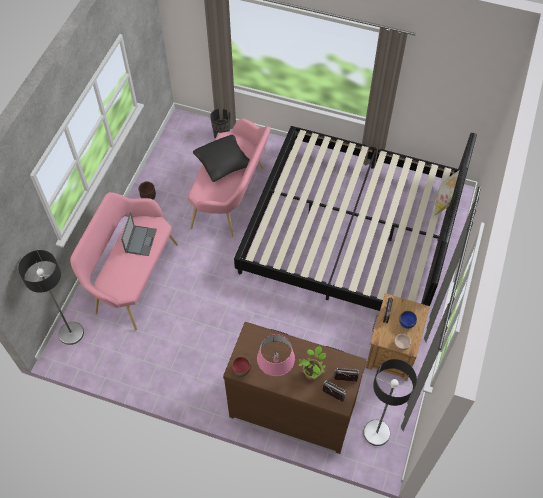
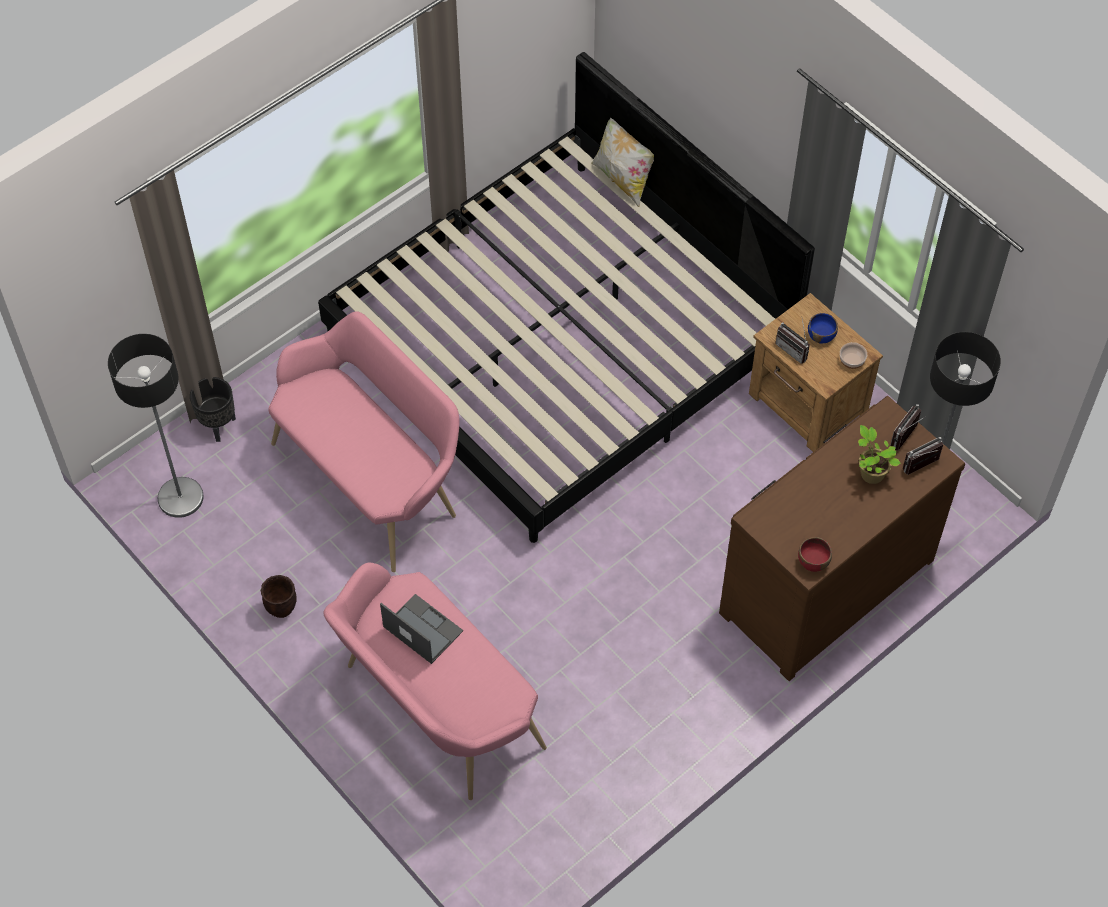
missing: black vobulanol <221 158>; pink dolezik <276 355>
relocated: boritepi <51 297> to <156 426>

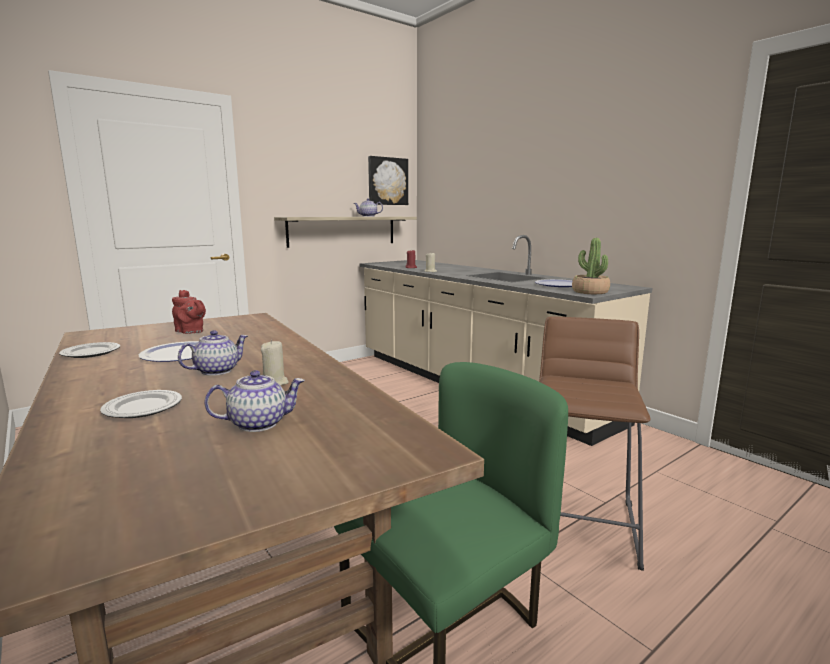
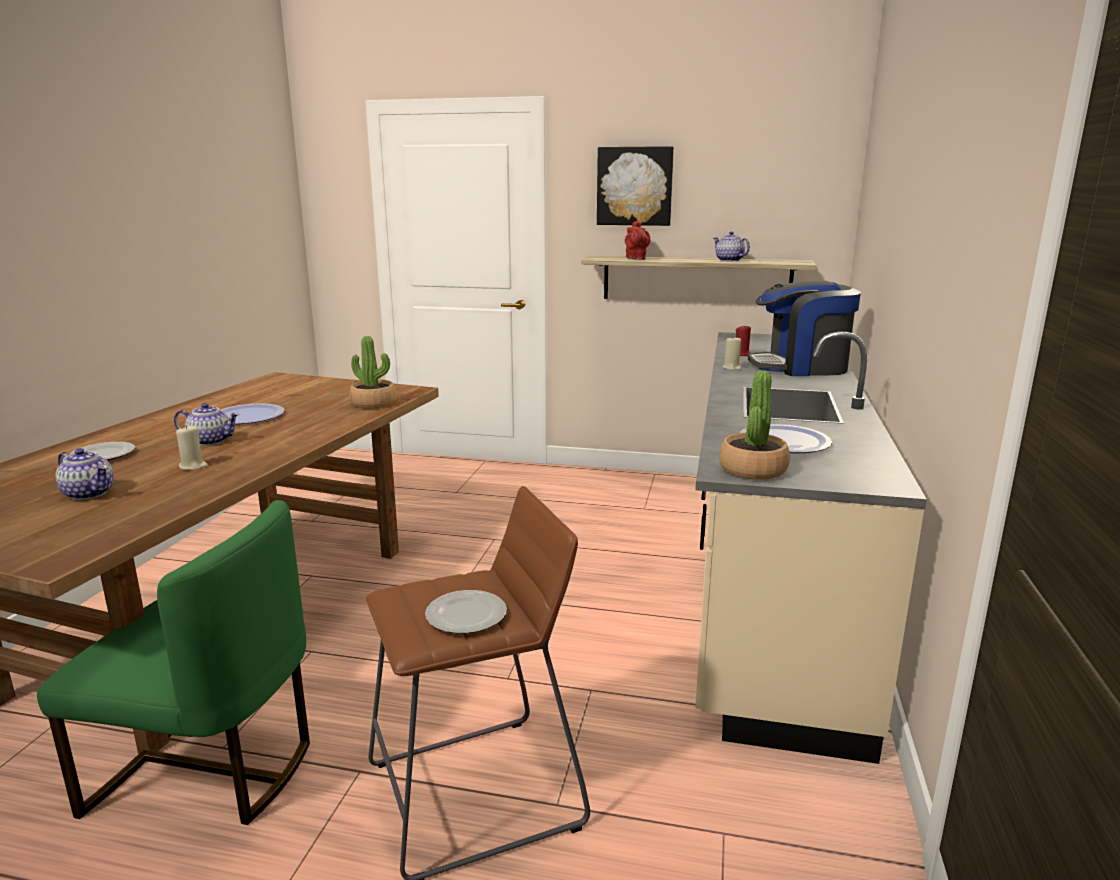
appeared: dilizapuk <373 372>; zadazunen <804 328>
relocated: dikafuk <89 350> to <466 612>; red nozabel <189 312> to <637 240>; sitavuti <388 180> to <635 186>

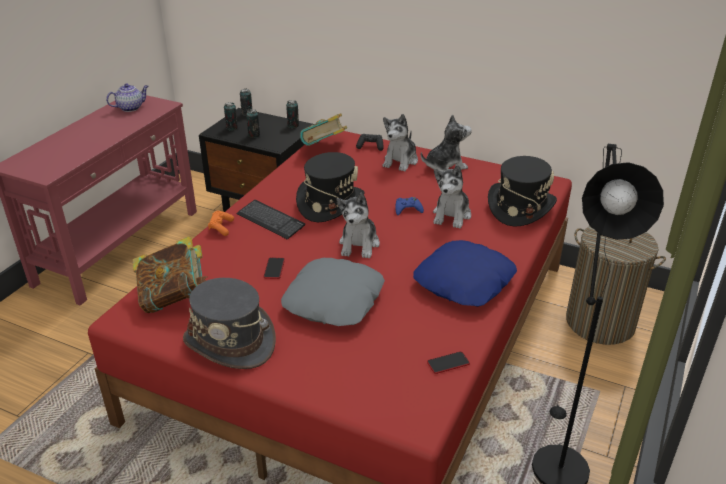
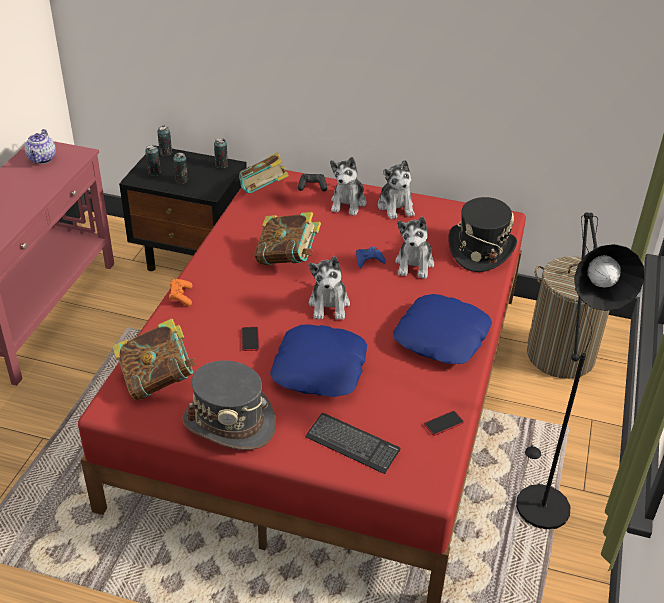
relocated: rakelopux <270 220> to <352 443>
exchanged: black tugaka <330 187> to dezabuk <287 238>
colour: grey vobulanol <333 292> to blue vobulanol <318 360>
spun: nozabel <127 98> = <40 146> 135 degrees clockwise; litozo <446 142> = <396 189> 105 degrees clockwise

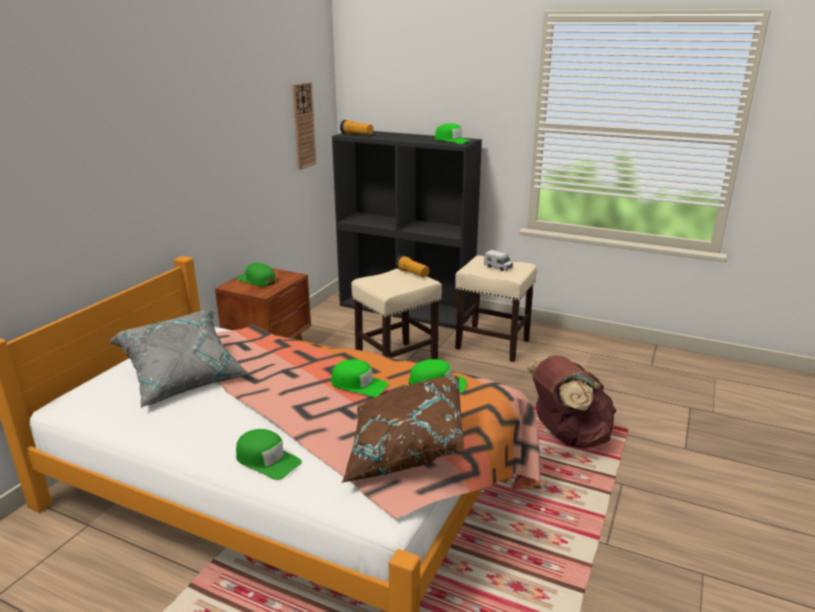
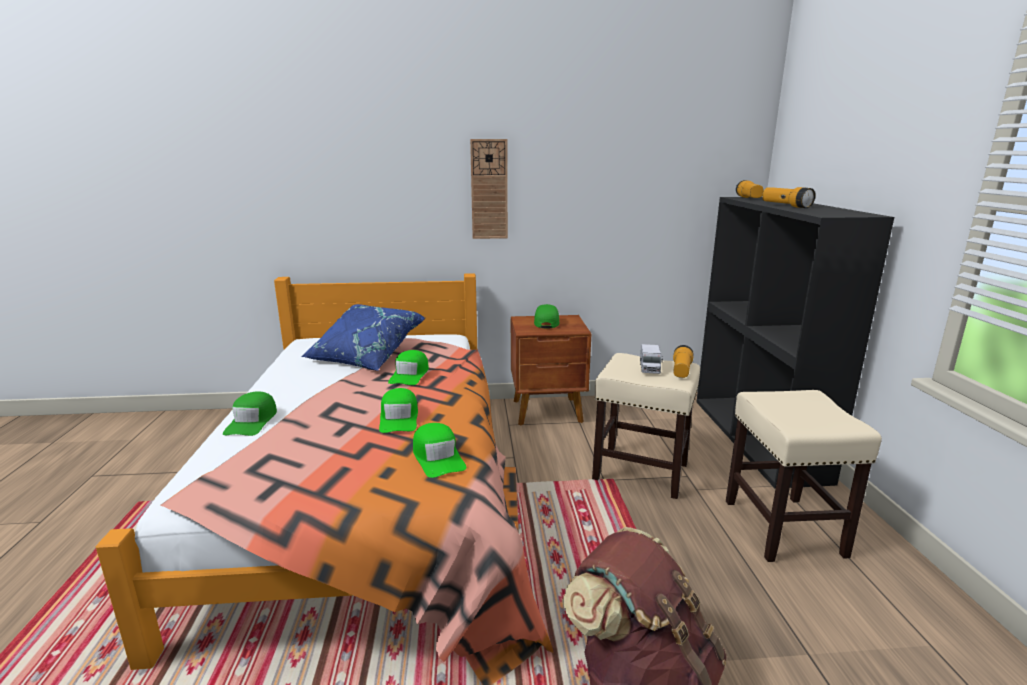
missing: brown vobulanol <402 429>
appeared: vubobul <788 197>
relocated: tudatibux <304 126> to <489 189>; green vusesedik <453 133> to <408 367>; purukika <498 260> to <651 359>
colour: grey vobulanol <179 359> to blue vobulanol <363 337>

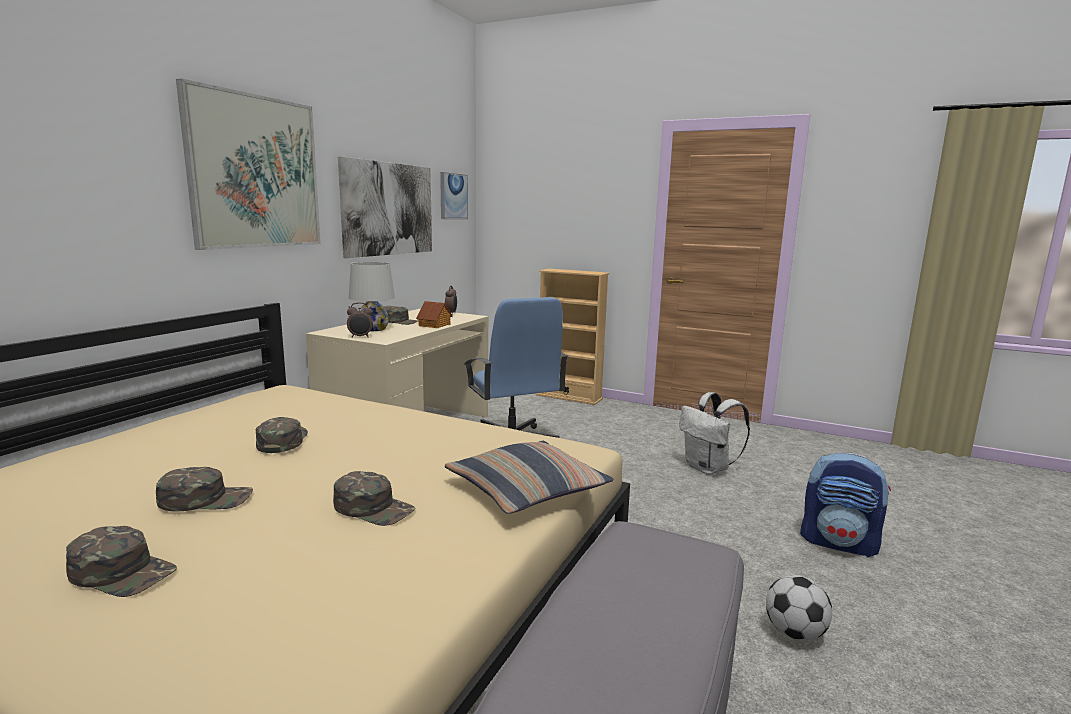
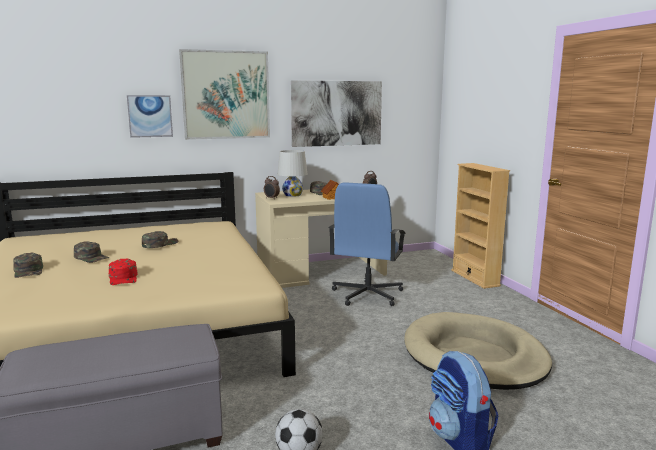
missing: vobulanol <529 477>
relocated: sitavuti <454 195> to <150 116>
exchanged: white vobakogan <714 433> to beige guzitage <478 351>
colour: green vusesedik <374 498> to red vusesedik <123 271>

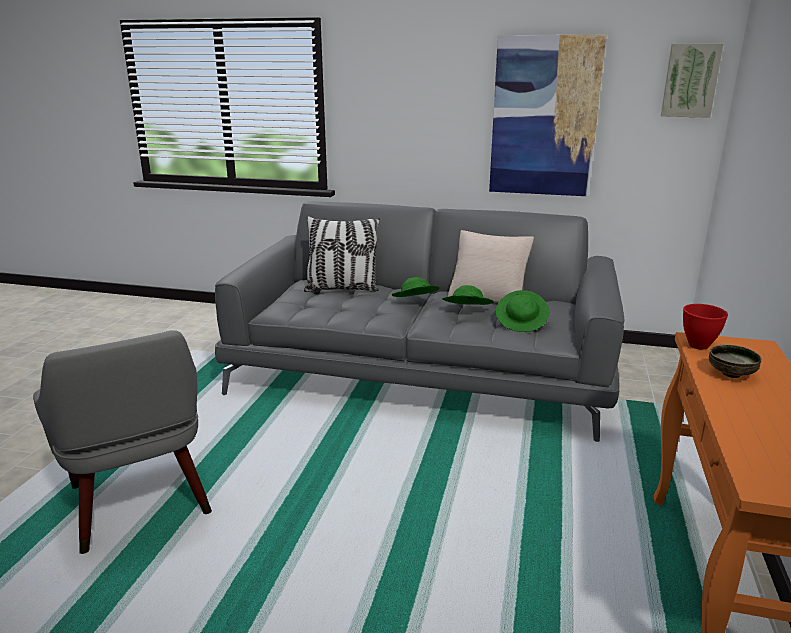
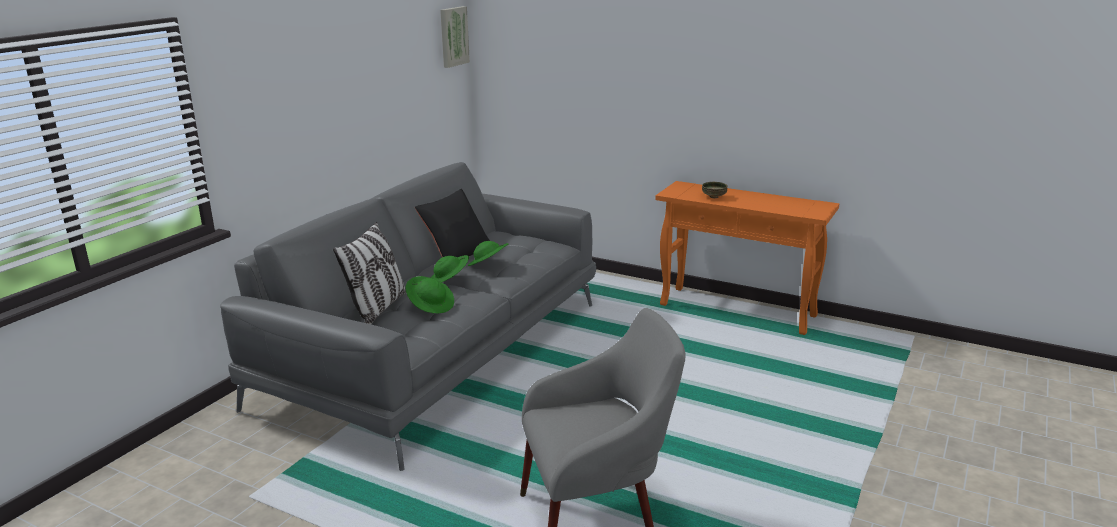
missing: sitavuti <548 115>; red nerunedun <705 327>
relocated: green tugaka <523 311> to <429 295>
colour: beige vobulanol <491 266> to black vobulanol <452 223>

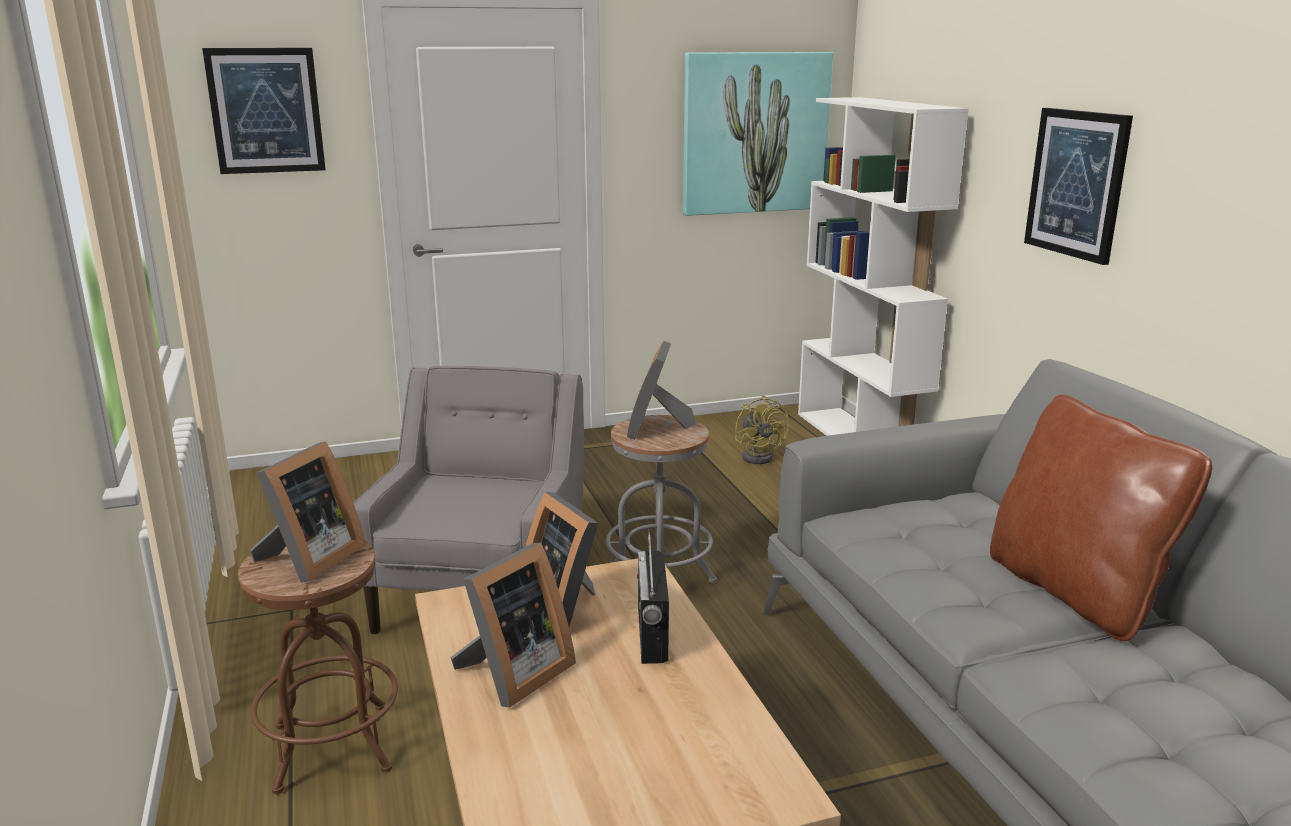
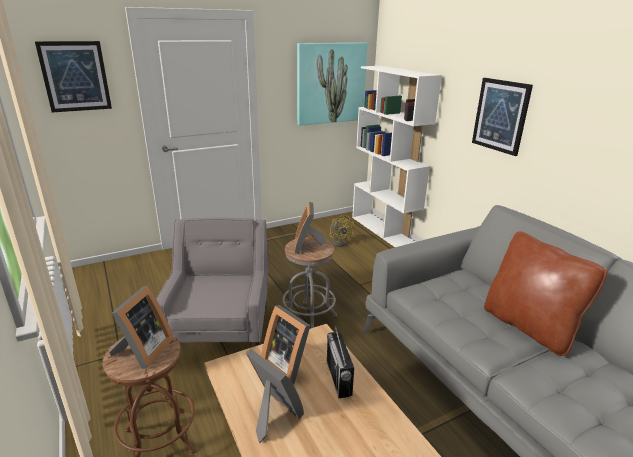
spun: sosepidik <513 625> = <275 396> 75 degrees counterclockwise

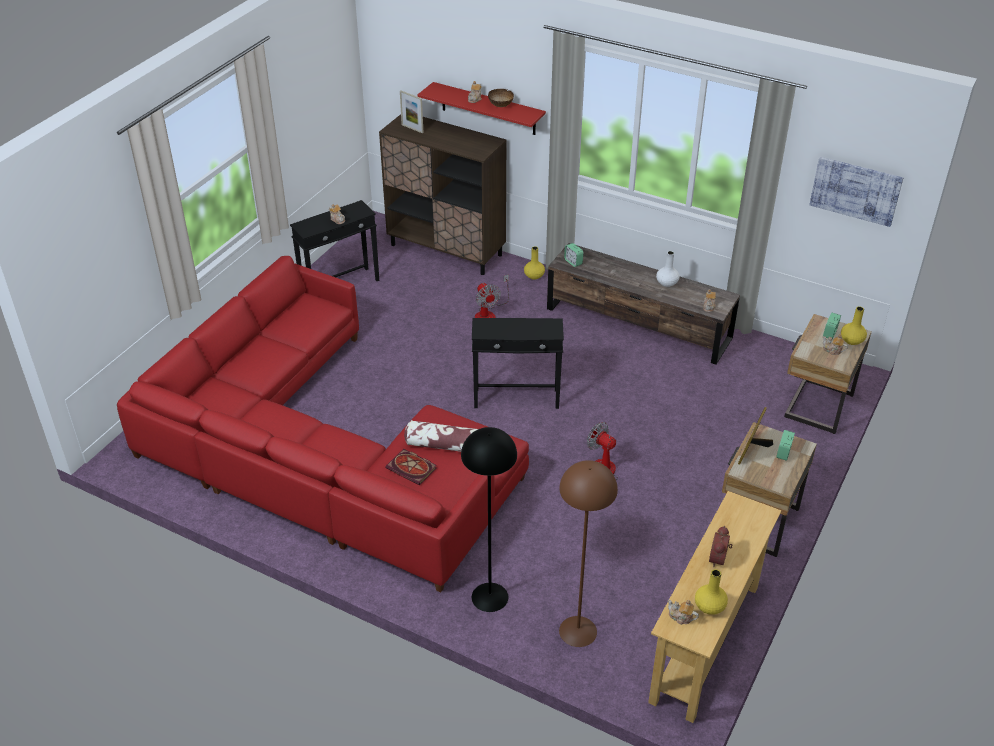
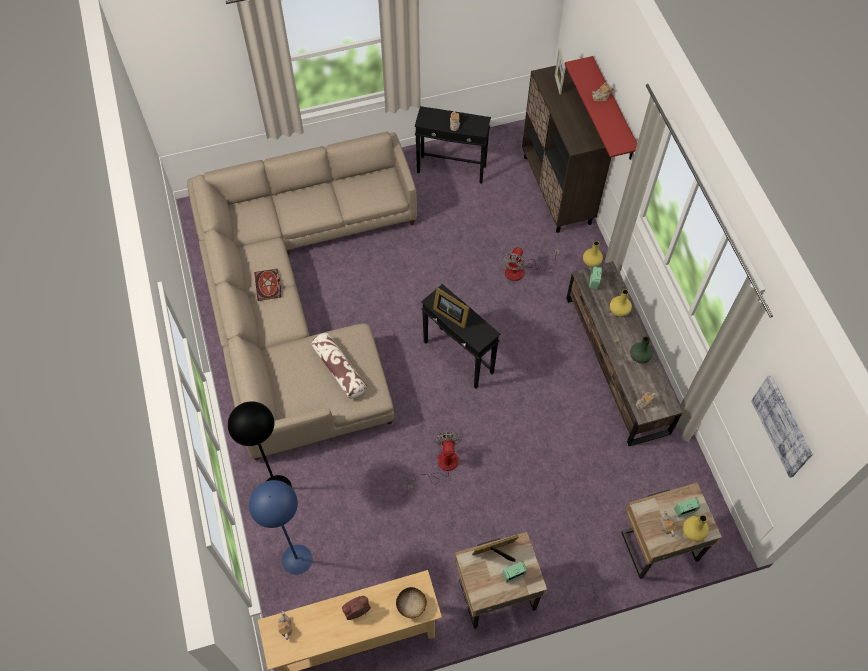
appeared: sosepidik <451 308>
relocated: dezabuk <411 467> to <267 285>; nerunedun <501 98> to <411 602>; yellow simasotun <711 592> to <621 303>
colour: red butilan <323 424> to beige butilan <302 296>; brown boritepi <588 553> to blue boritepi <280 527>; white simasotun <667 269> to green simasotun <641 349>

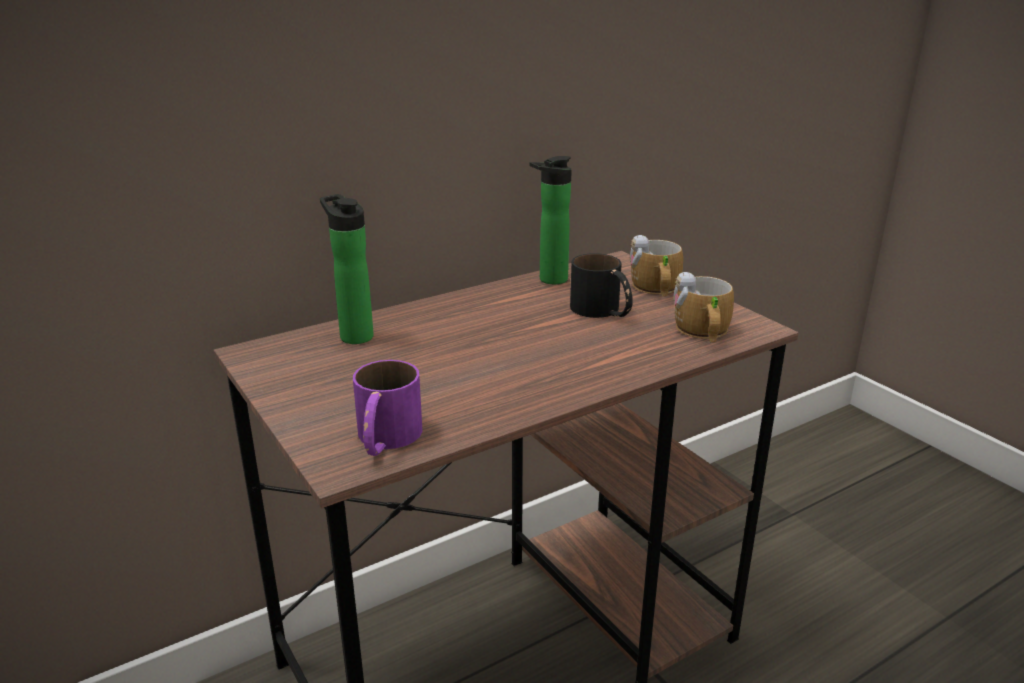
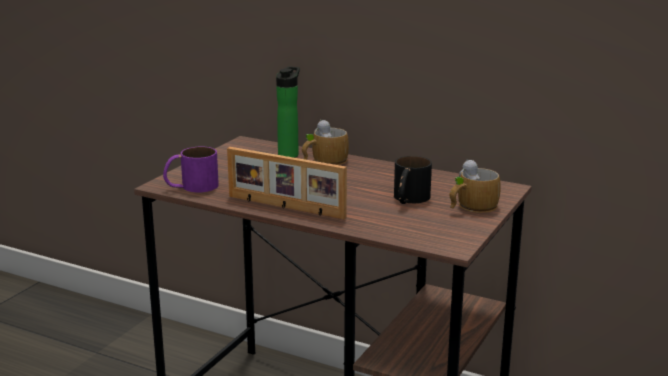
missing: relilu <550 220>
appeared: sosepidik <287 183>
relocated: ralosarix <703 307> to <325 142>

